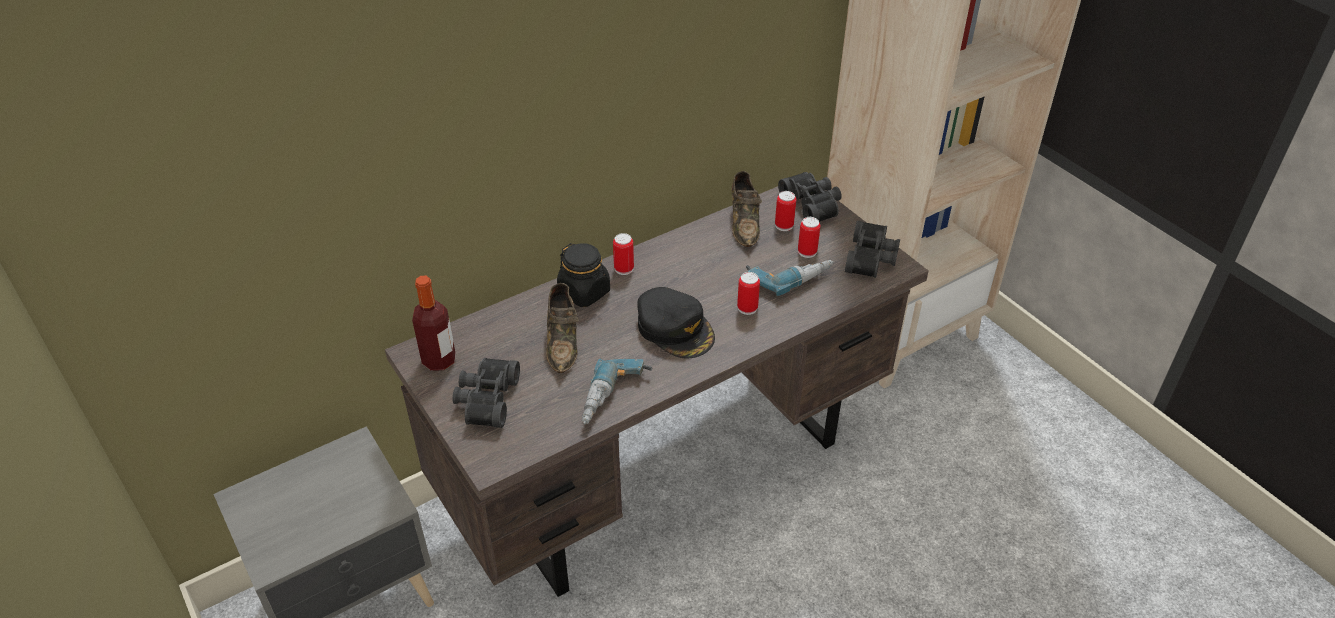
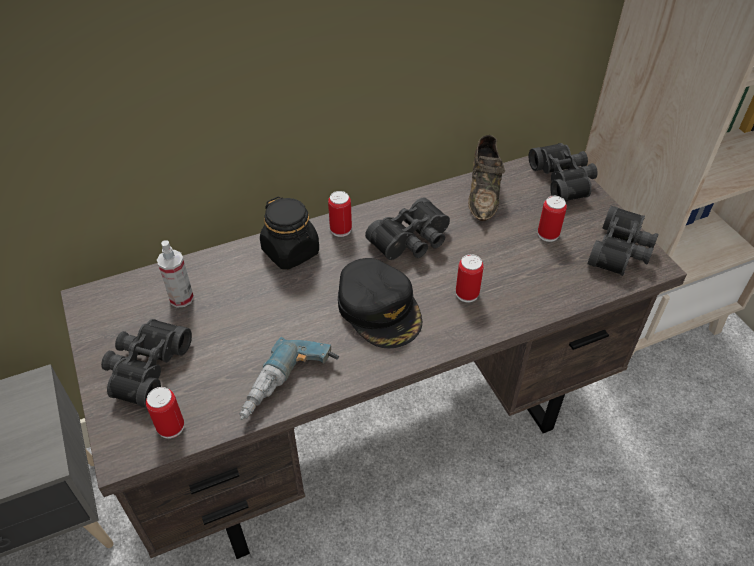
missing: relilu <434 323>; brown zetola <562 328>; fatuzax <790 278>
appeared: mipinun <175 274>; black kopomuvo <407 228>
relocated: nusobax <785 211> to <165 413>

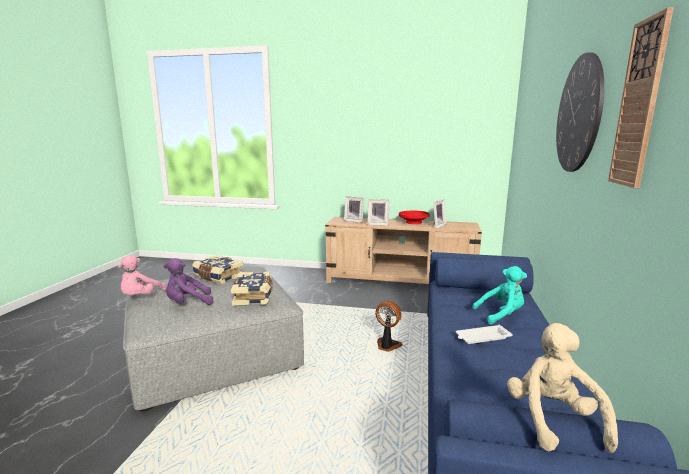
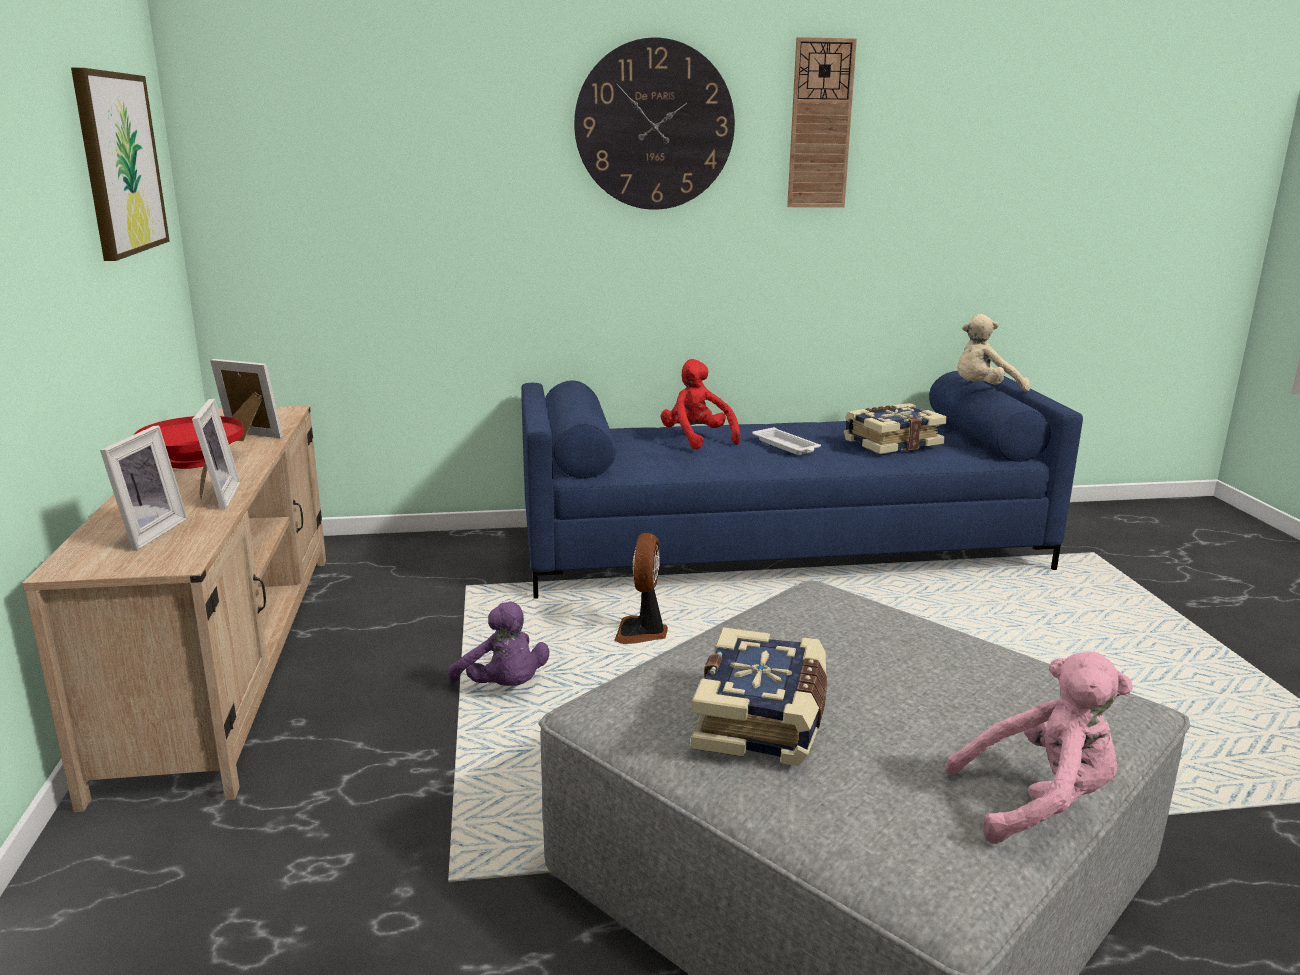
appeared: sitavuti <120 164>
relocated: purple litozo <188 281> to <498 644>; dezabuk <252 288> to <895 428>
colour: turquoise litozo <499 295> to red litozo <701 404>

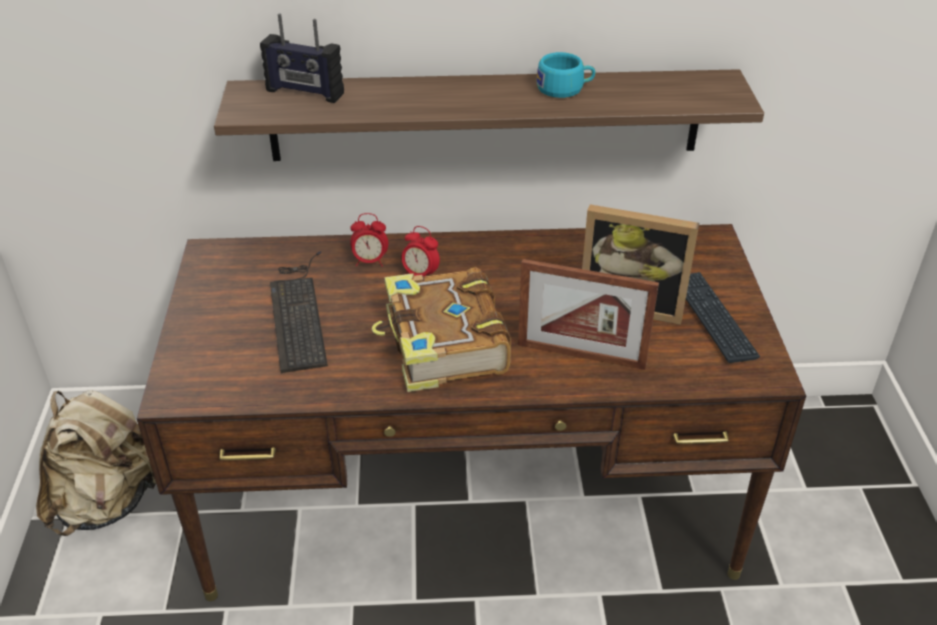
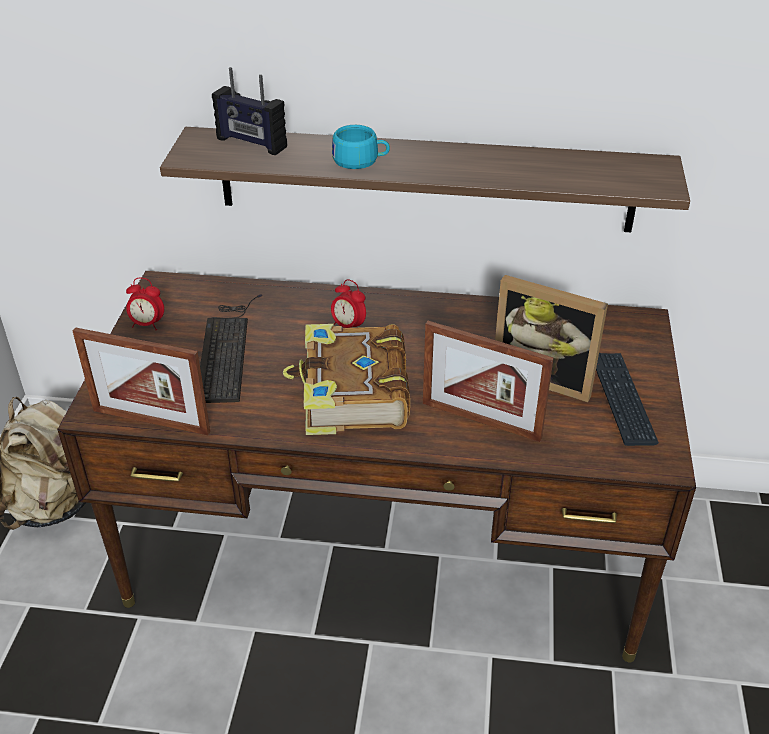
appeared: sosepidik <141 381>
relocated: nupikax <369 239> to <145 304>; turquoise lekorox <566 75> to <361 147>

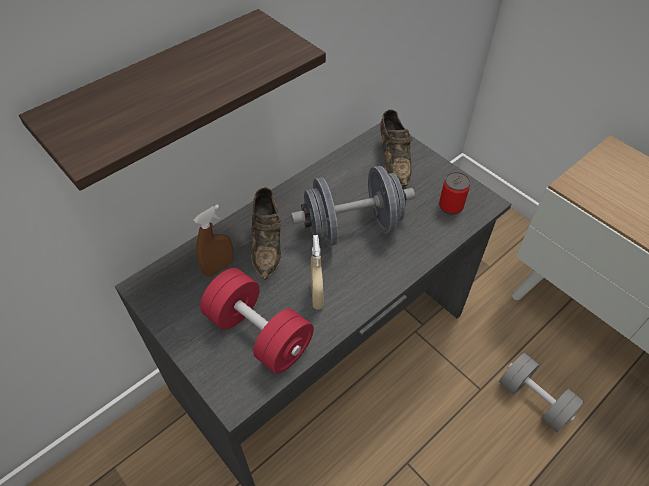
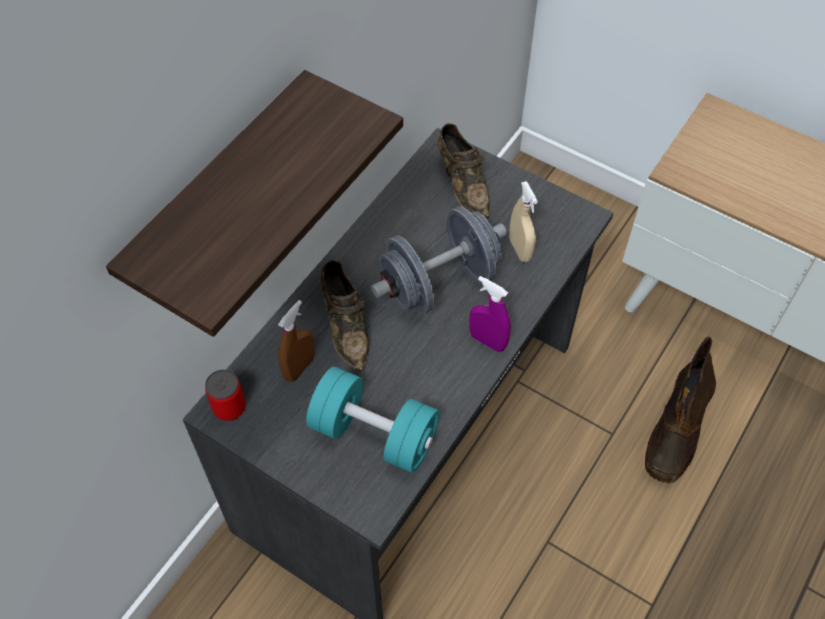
appeared: purple mipinun <490 314>
relocated: beige mipinun <317 272> to <523 221>; nusobax <454 193> to <225 395>
exchanged: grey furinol <541 392> to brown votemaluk <680 409>
colour: red furinol <257 321> to turquoise furinol <373 420>

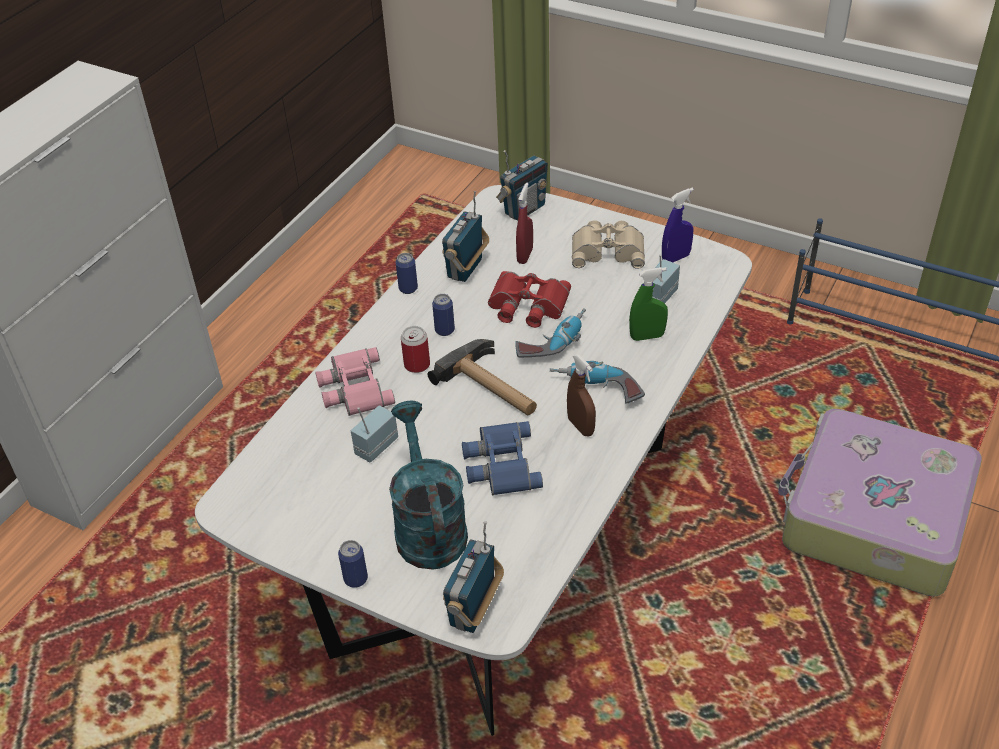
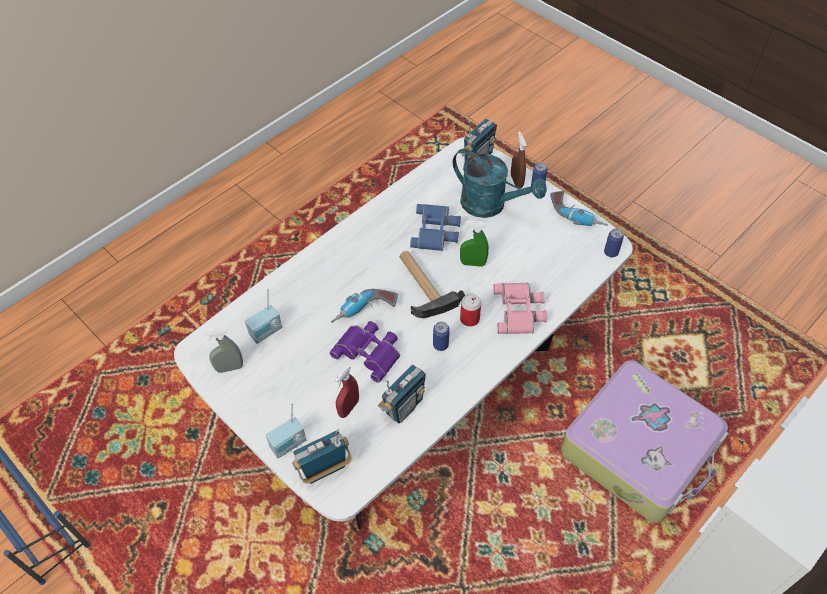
missing: beige kopomuvo <608 244>
relocated: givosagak <374 434> to <286 430>; nusobax <407 273> to <614 242>; fatuzax <597 382> to <579 208>; brown mipinun <581 395> to <519 160>; green mipinun <648 304> to <474 243>; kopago <880 503> to <644 441>
colour: red kopomuvo <529 299> to purple kopomuvo <364 352>; blue mipinun <678 225> to grey mipinun <223 350>
spun: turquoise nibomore <428 485> = <500 183> 60 degrees counterclockwise

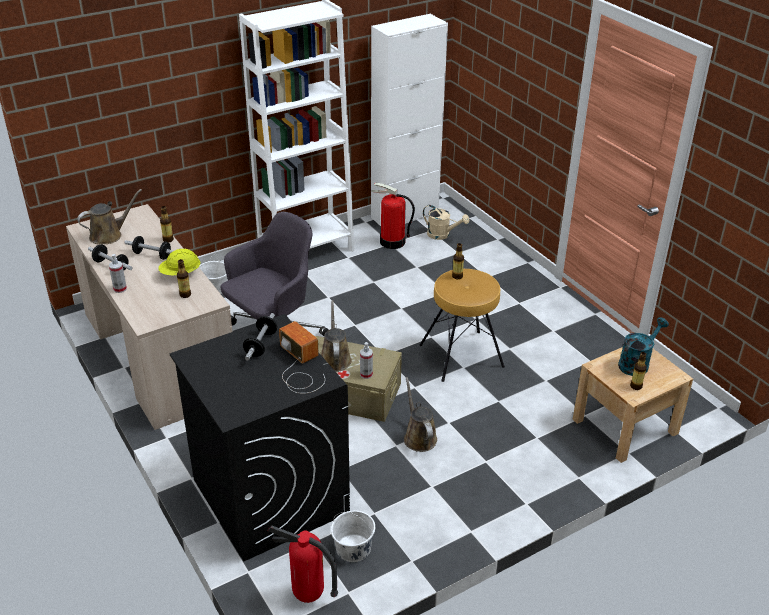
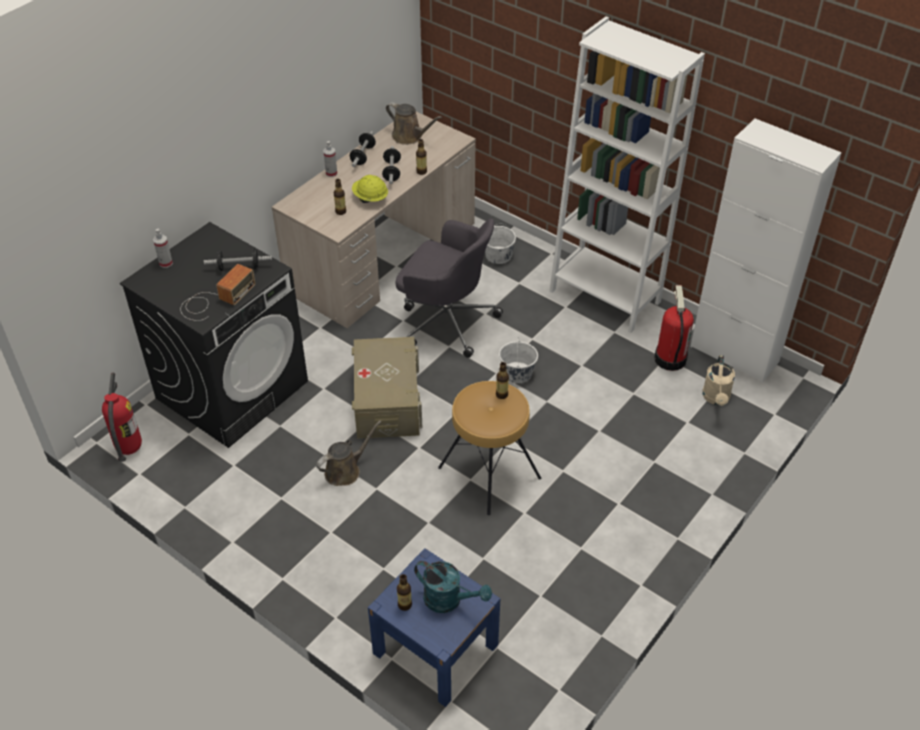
missing: brown nibomore <336 336>
relocated: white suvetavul <353 536> to <518 359>; mipinun <366 360> to <163 248>
colour: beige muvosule <633 405> to blue muvosule <434 627>

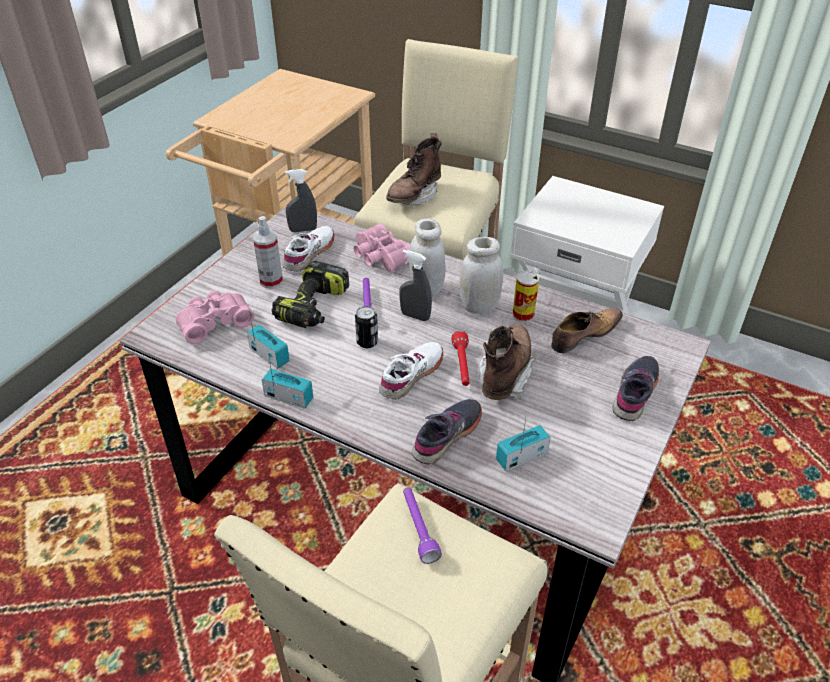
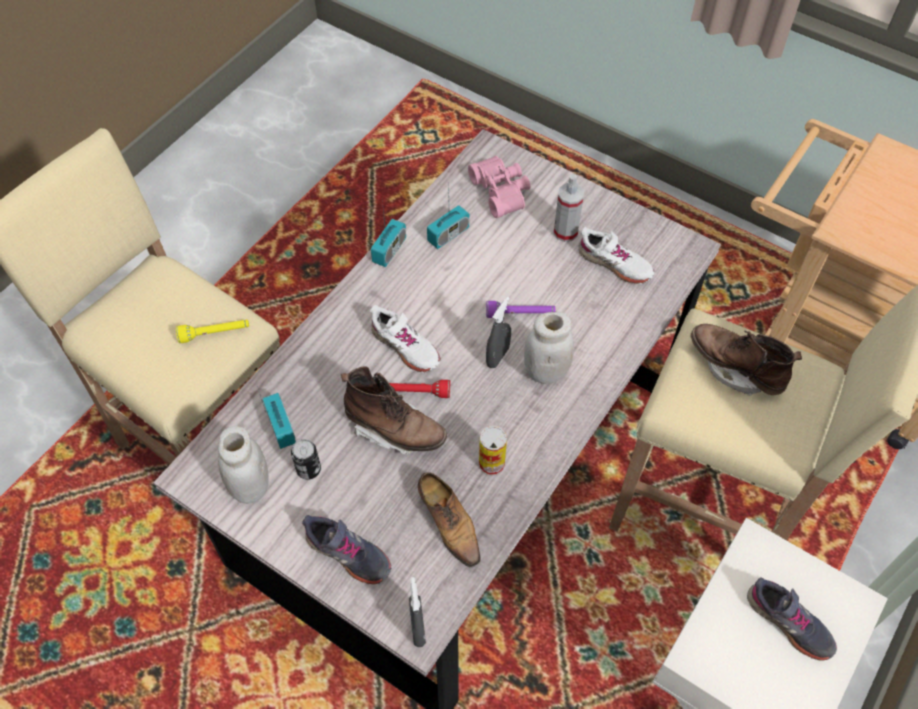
missing: fatuzax <310 294>; pink kopomuvo <381 247>
relocated: grey mipinun <301 200> to <417 612>; nusobax <366 327> to <306 459>; grey zetola <447 432> to <792 619>; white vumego <481 275> to <243 465>
colour: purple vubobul <422 525> to yellow vubobul <212 331>

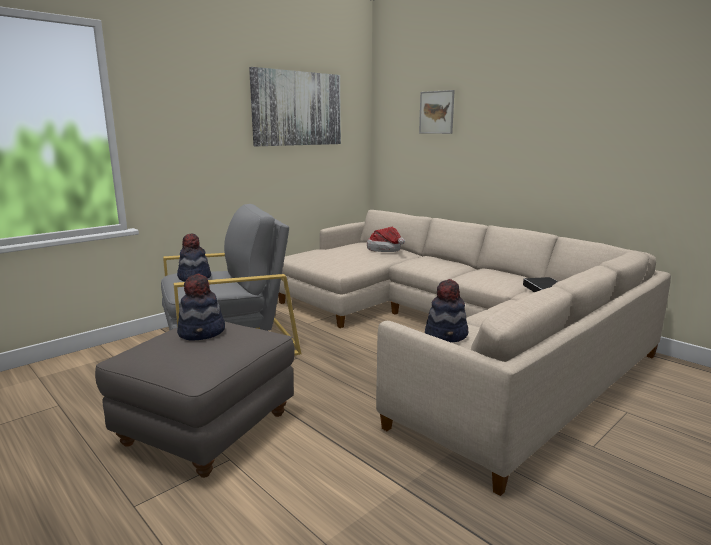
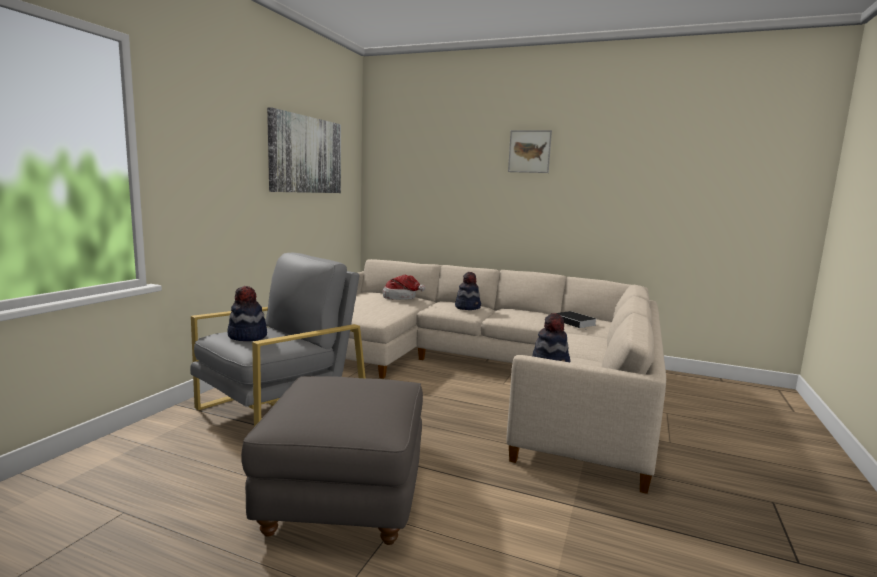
relocated: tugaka <201 307> to <468 291>; sitavuti <437 112> to <530 151>

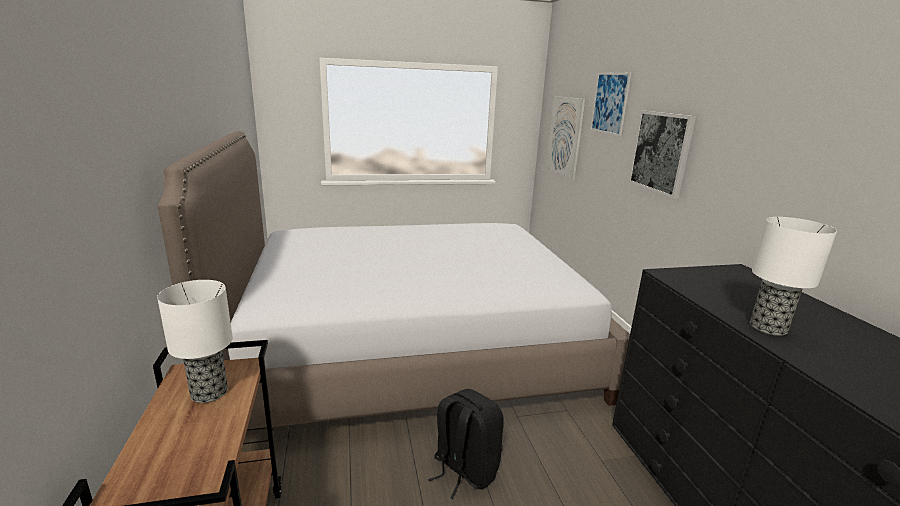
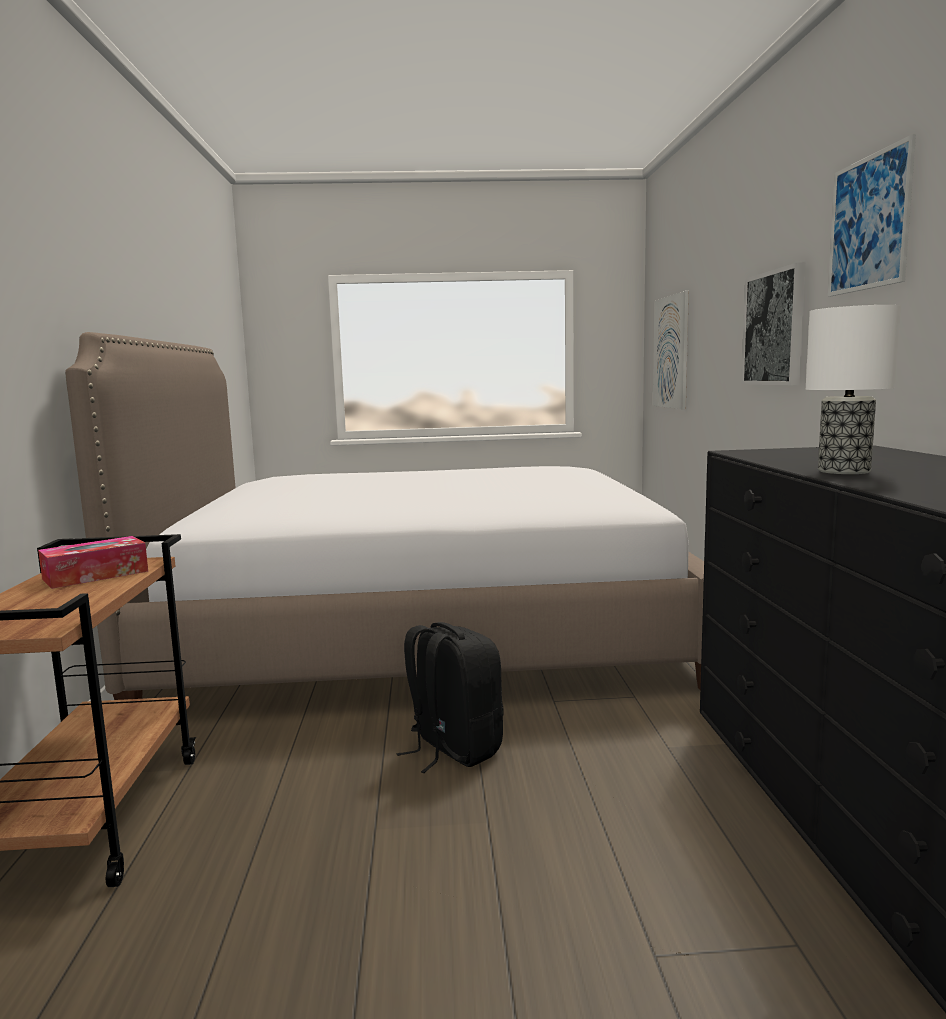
relocated: sitavuti <610 104> to <872 215>
exchanged: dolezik <195 341> to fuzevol <93 562>

